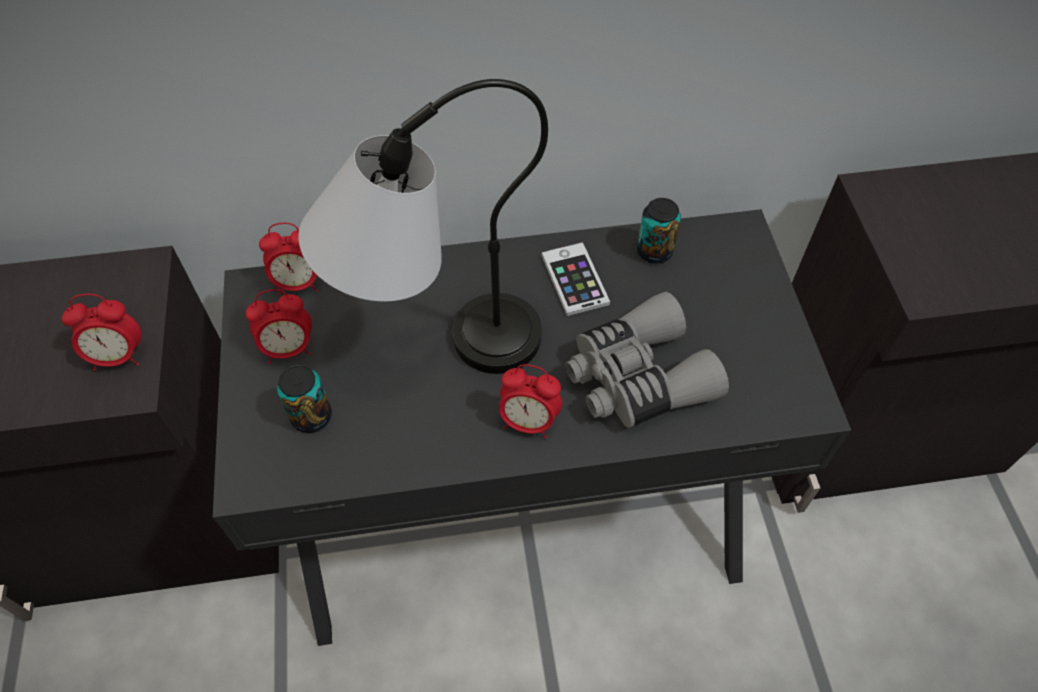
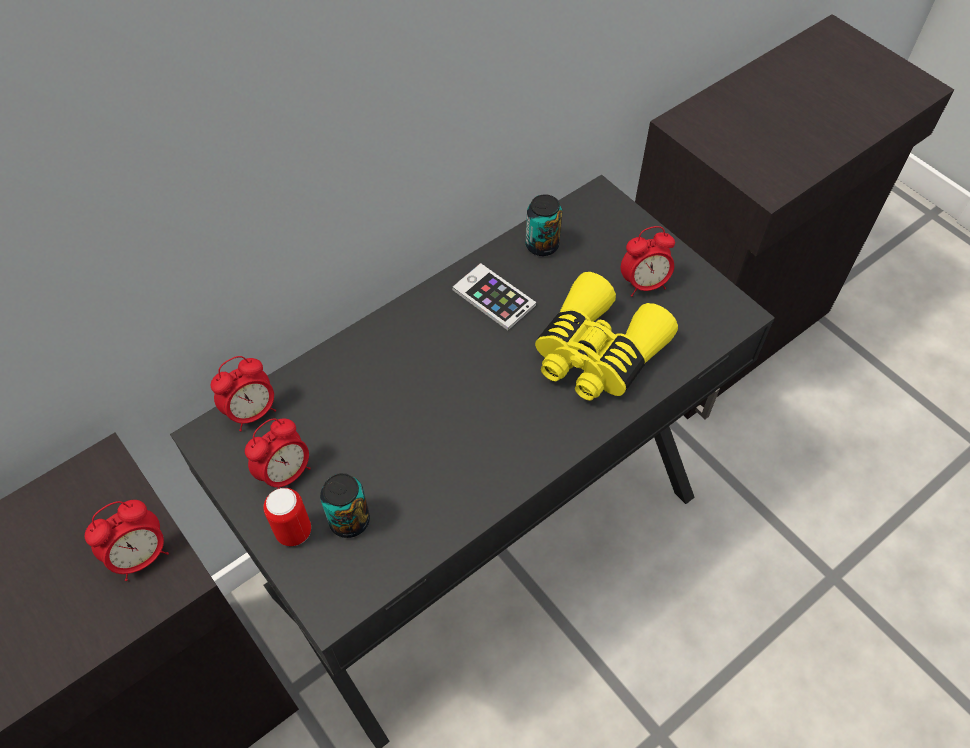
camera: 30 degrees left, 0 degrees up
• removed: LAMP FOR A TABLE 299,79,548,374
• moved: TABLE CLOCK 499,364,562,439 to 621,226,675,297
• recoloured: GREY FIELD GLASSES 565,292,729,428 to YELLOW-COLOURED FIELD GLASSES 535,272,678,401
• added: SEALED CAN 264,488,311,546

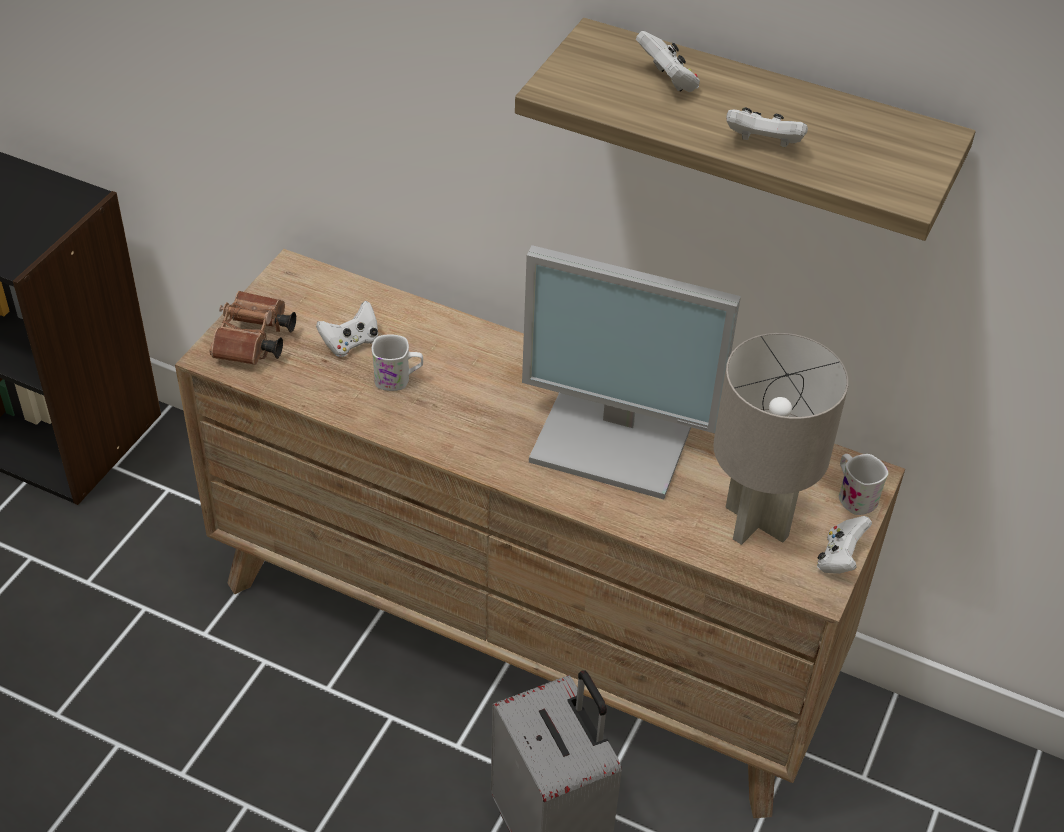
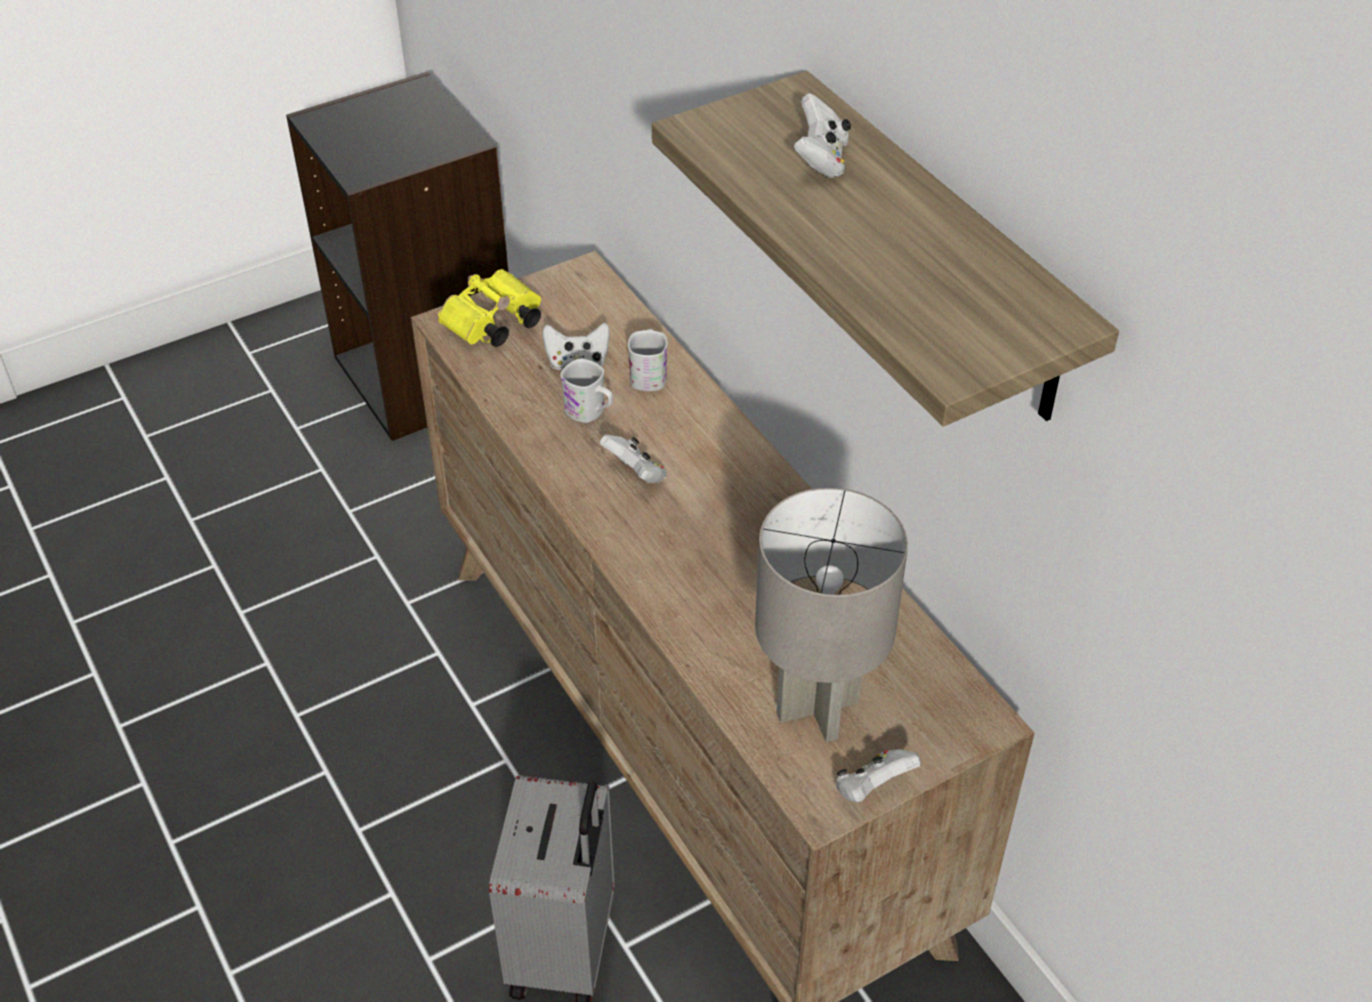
camera: 35 degrees right, 0 degrees up
• recoloured: BROWN FIELD GLASSES 209,291,296,365 to YELLOW-COLOURED FIELD GLASSES 438,269,541,347
• removed: MONITOR 522,245,741,499
• moved: WHITE GAME CONTROLLER 726,107,808,148 to 600,434,666,483
• moved: WHITE COFFEE MUG 839,454,888,515 to 628,329,668,391

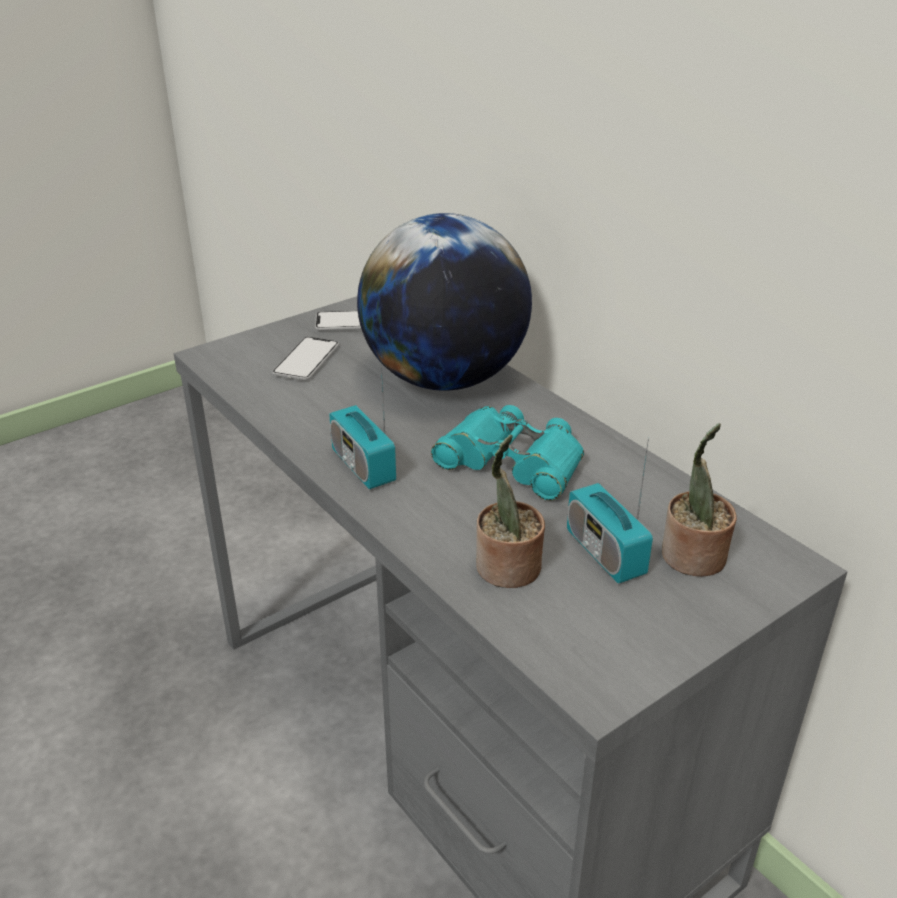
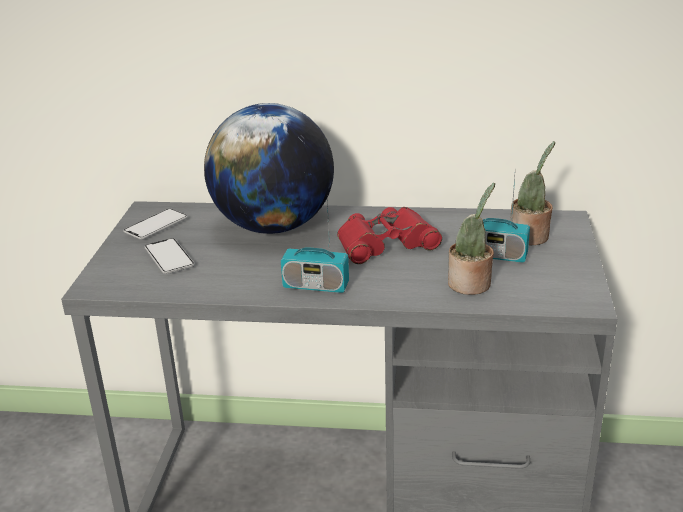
camera: 45 degrees left, 5 degrees down
• recoloured: BLUE-GREEN FIELD GLASSES 431,405,584,501 to REDDISH FIELD GLASSES 337,207,442,264

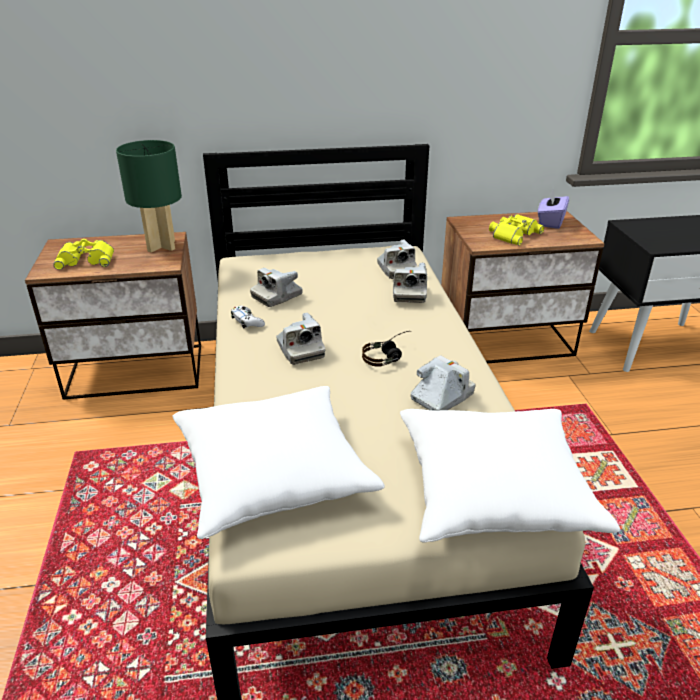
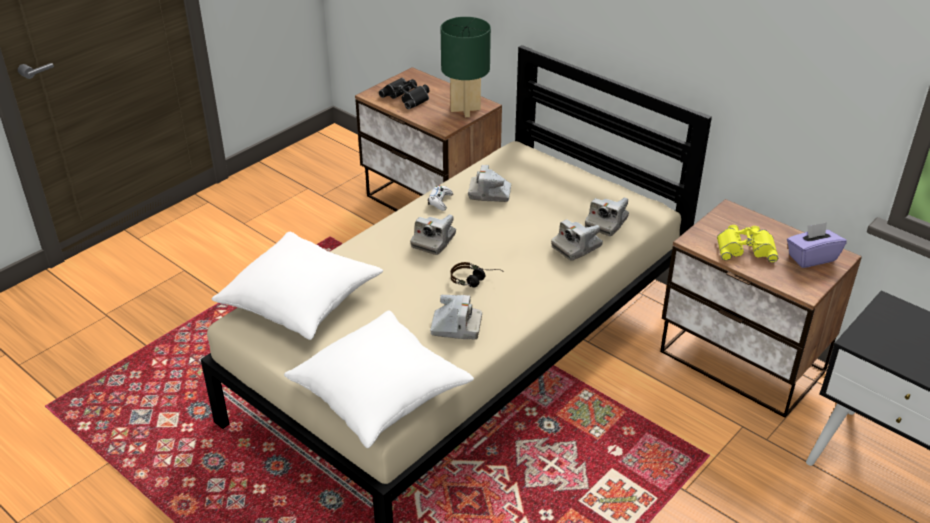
camera: 50 degrees right, 5 degrees up
• recoloured: YELLOW-COLOURED FIELD GLASSES 53,239,114,270 to BLACKISH FIELD GLASSES 379,78,429,110

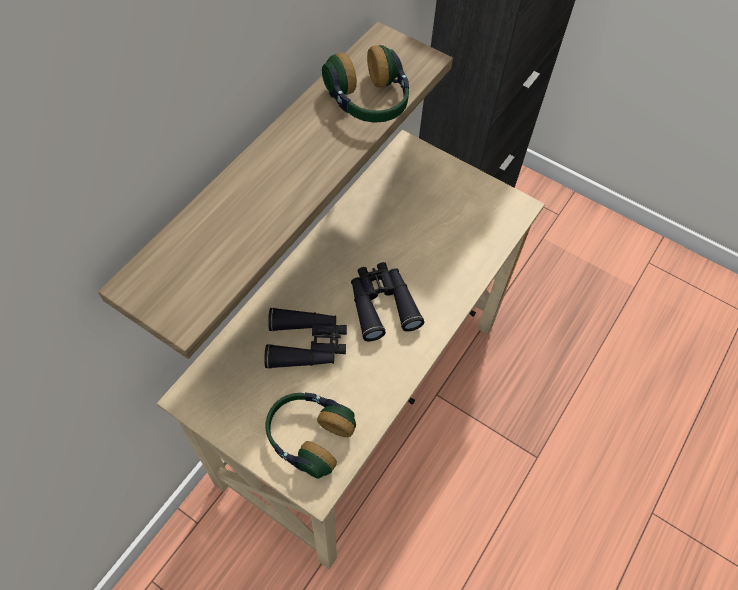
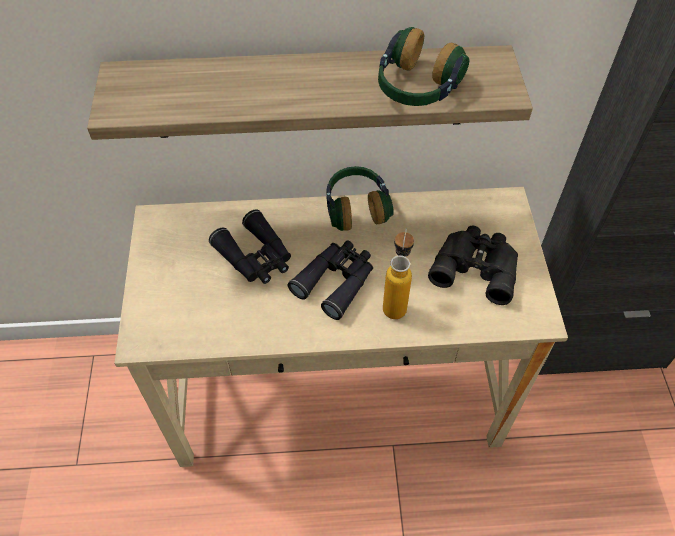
camera: 55 degrees right, 5 degrees down
• moved: HEADPHONES 265,392,356,479 to 326,166,394,231
• added: BOTTLE 383,228,414,319
• added: BLACKISH FIELD GLASSES 428,226,518,305

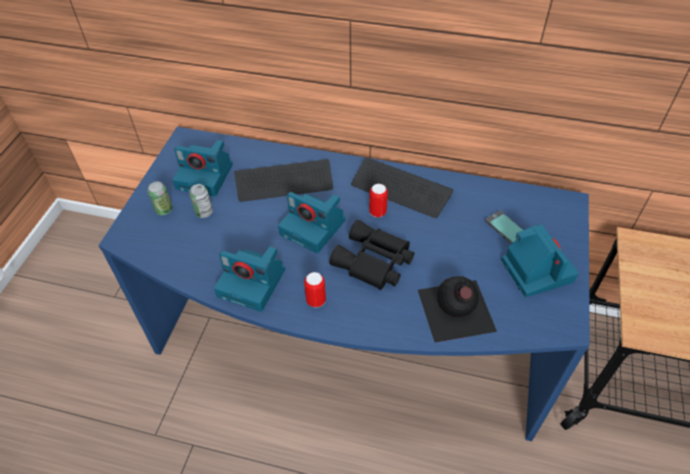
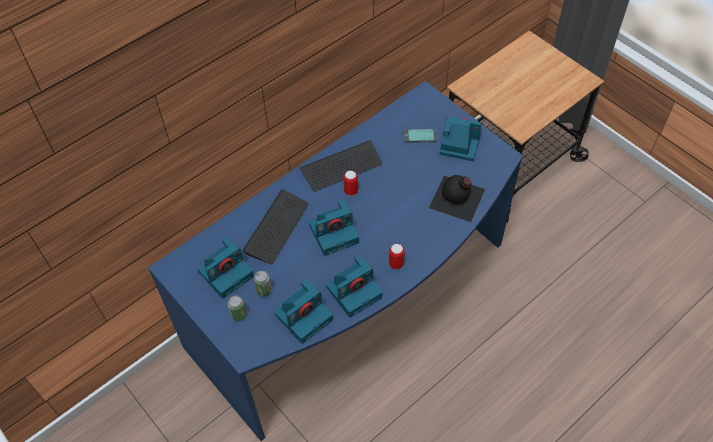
camera: 55 degrees left, 5 degrees up
• removed: BLACKISH FIELD GLASSES 329,220,414,290
• added: PHOTO CAMERA 274,279,333,344

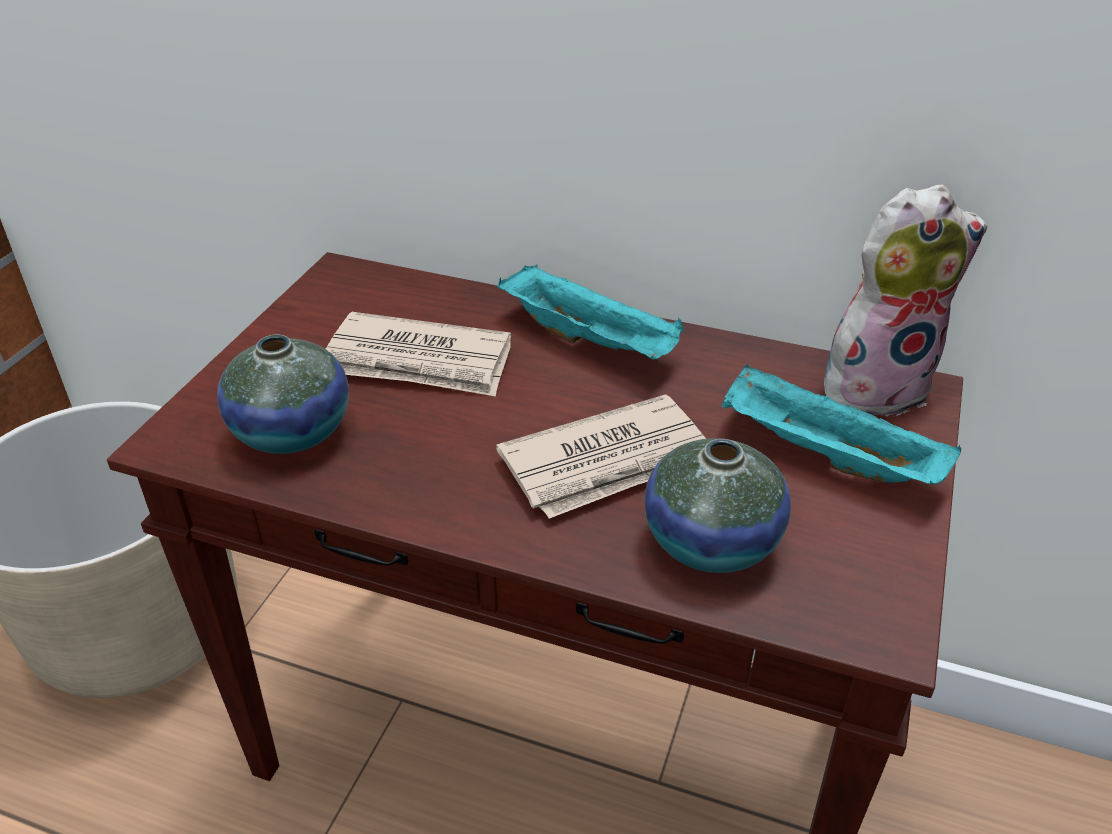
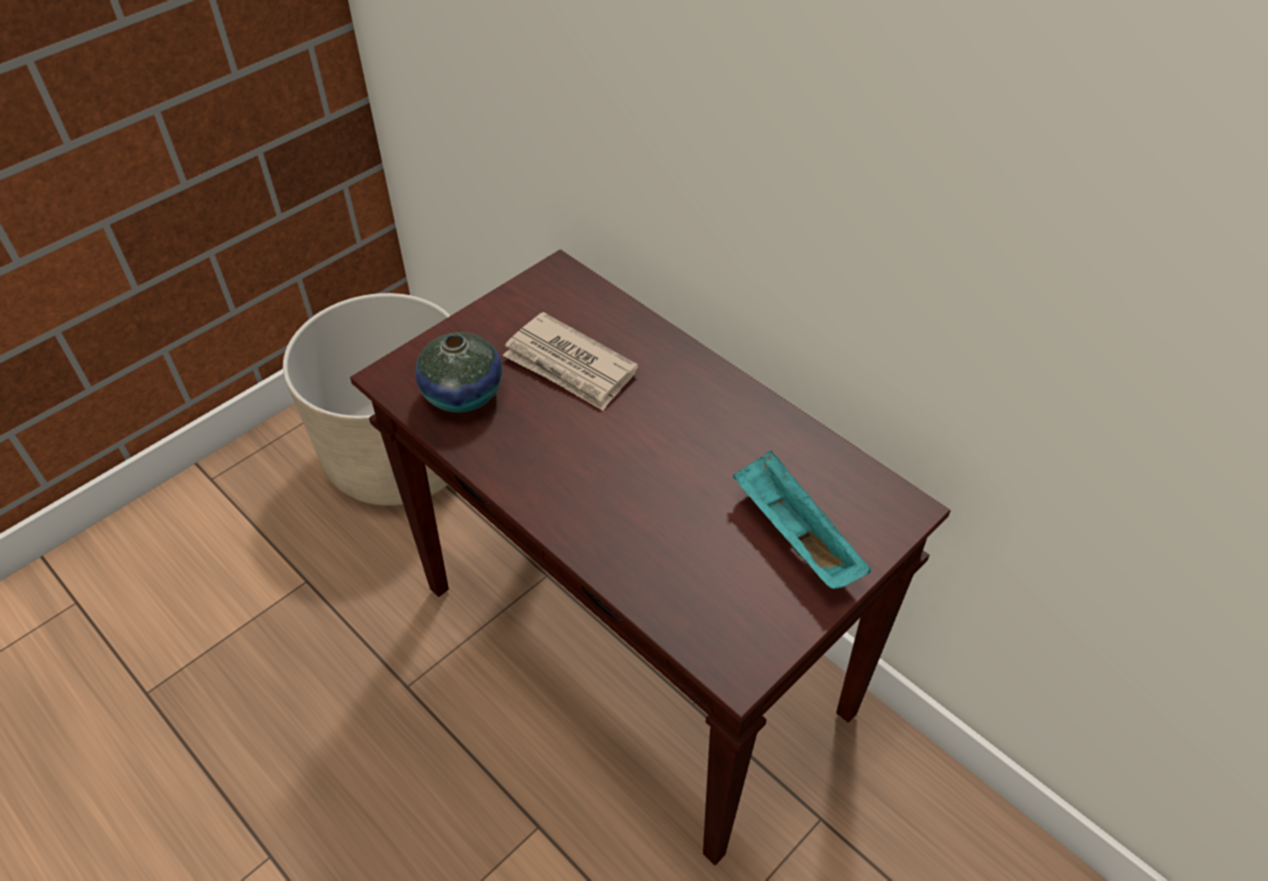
camera: 25 degrees right, 10 degrees up
• removed: NEWSPAPER 496,394,706,518
• removed: BLUE-GREEN CARRYING TRAY 497,264,684,359
• removed: FLOWER VASE 644,438,791,573
• removed: SOFT TOY 824,184,988,417

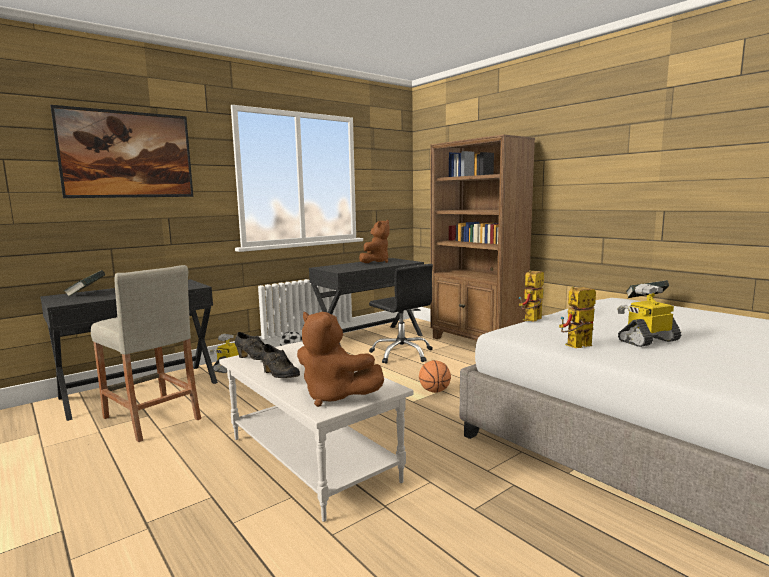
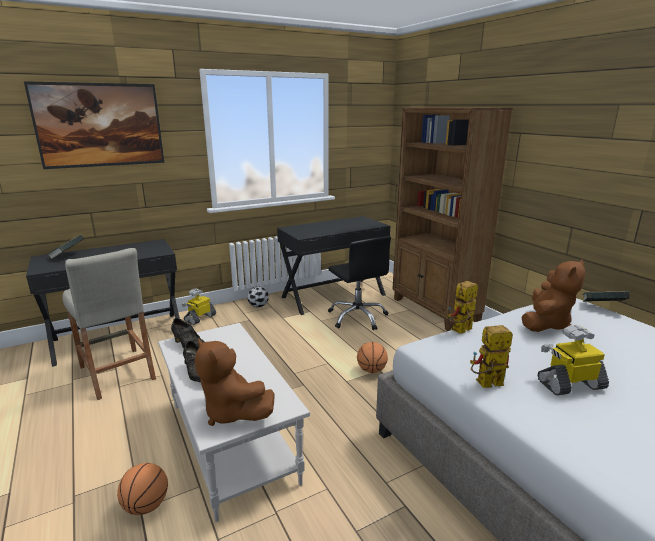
camera: 10 degrees right, 10 degrees up
• moved: BROWN SOFT TOY 359,220,390,263 to 521,260,586,332
• added: BASKETBALL BALL 117,463,168,515

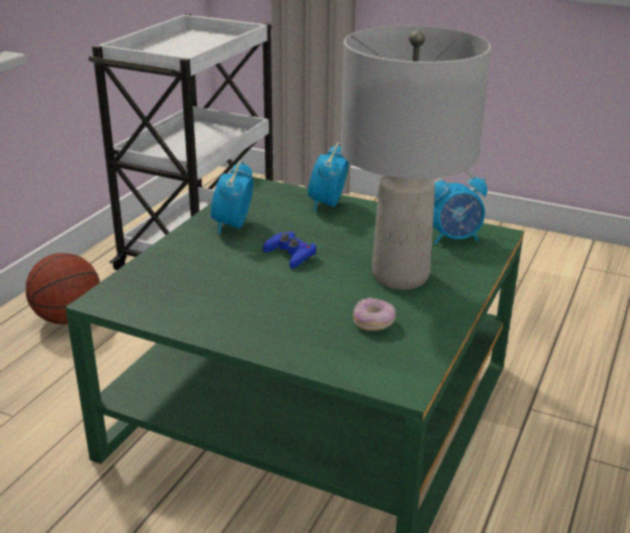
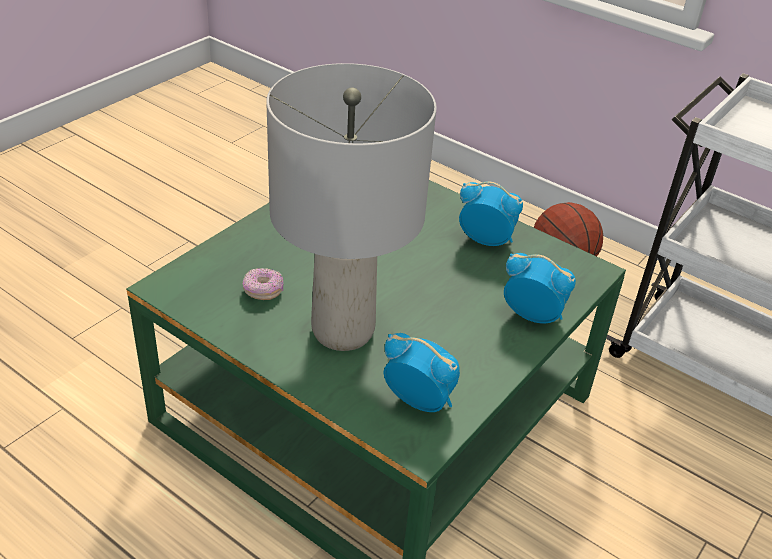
camera: 100 degrees right, 10 degrees up
• removed: BLUISH GAME CONTROLLER 263,231,317,269
• turned: TABLE CLOCK 433,171,487,245 = 384,333,460,412 120 degrees clockwise

